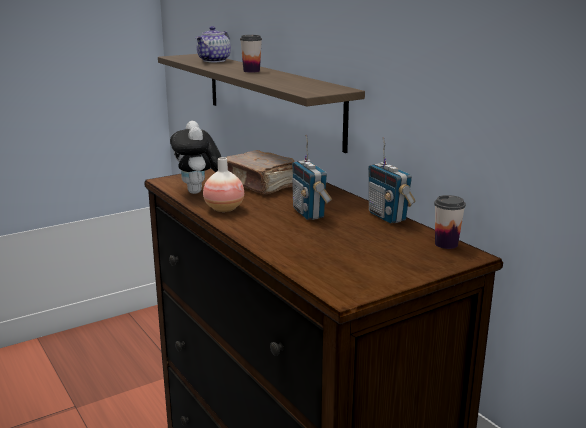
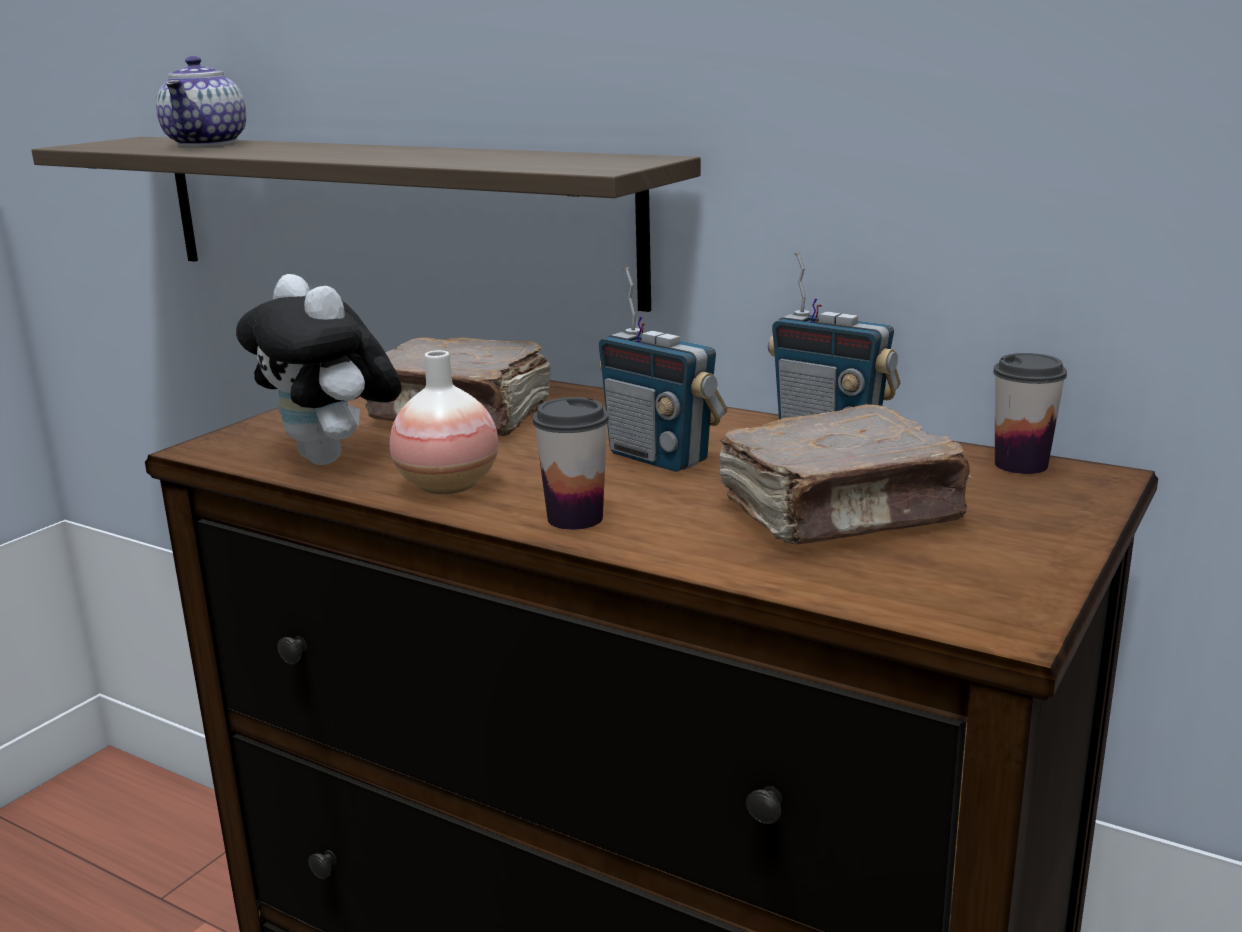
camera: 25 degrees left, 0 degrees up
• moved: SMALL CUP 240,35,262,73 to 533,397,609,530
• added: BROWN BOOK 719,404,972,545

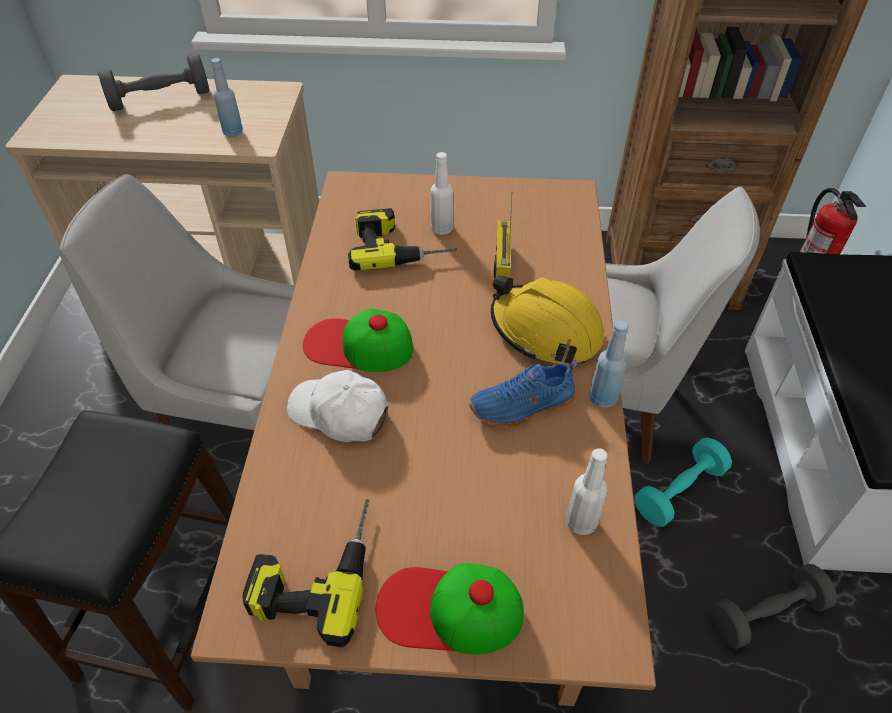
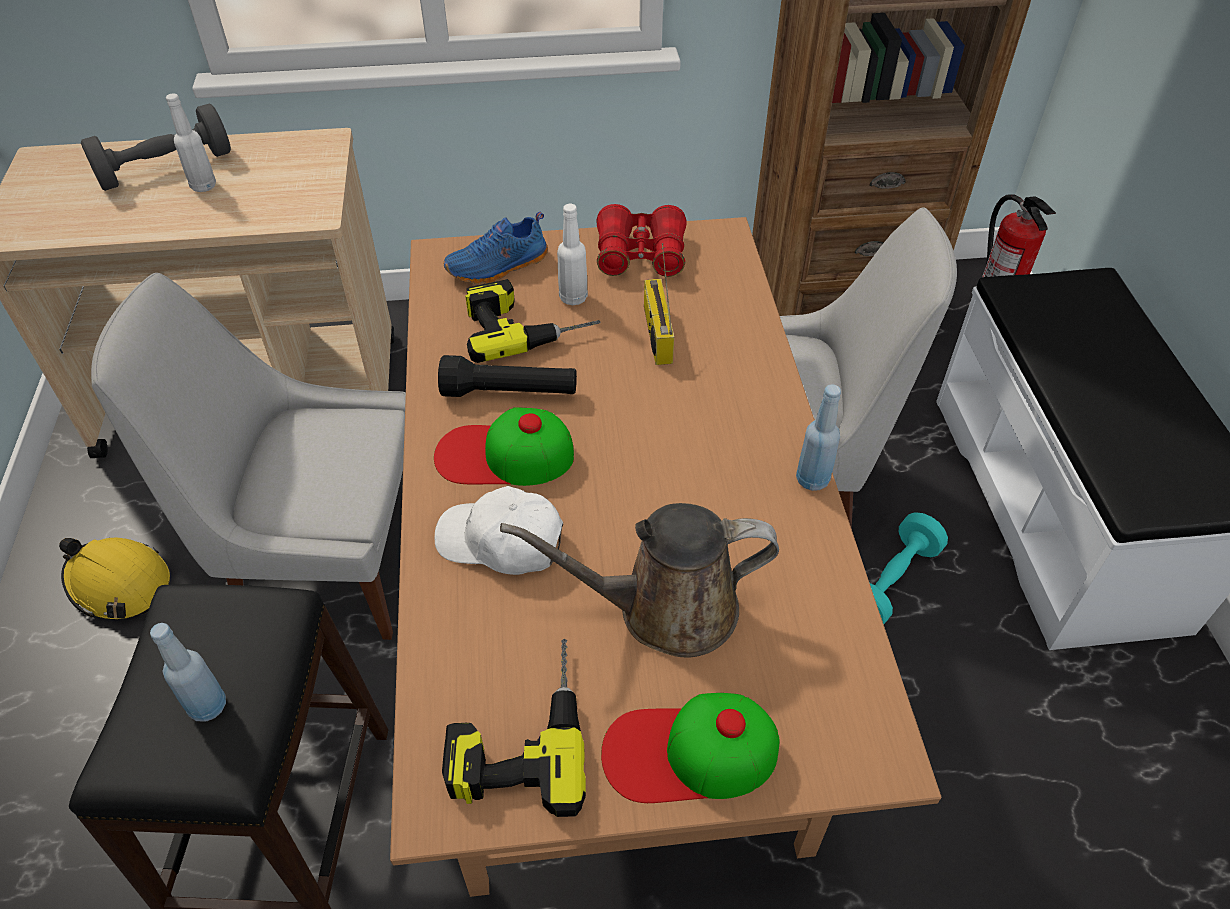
camera: 10 degrees left, 0 degrees up
• moved: BLUISH BOTTLE 211,58,243,137 to 150,623,226,722
• moved: BLUISH LOW SHOE 469,360,579,428 to 443,212,548,284
• moved: YELLOW-COLOURED SAFETY HELMET 491,276,604,364 to 59,538,170,619
• moved: WHITE BOTTLE 566,448,608,535 to 166,93,216,192
• removed: GREY DUMBBELL 711,564,837,649
• added: BLACKISH FLASHLIGHT 438,355,577,397
• added: BROWN WATERING CAN 500,503,779,657
• added: REDDISH FIELD GLASSES 596,204,687,277

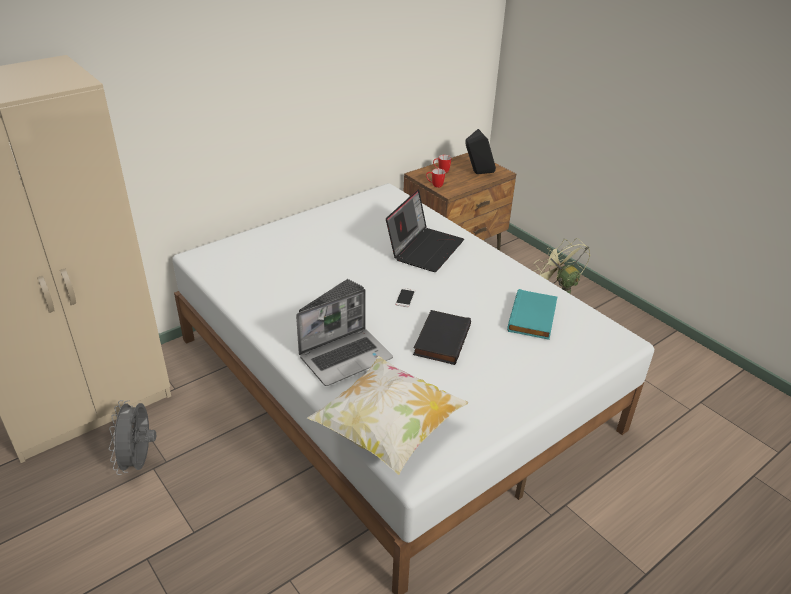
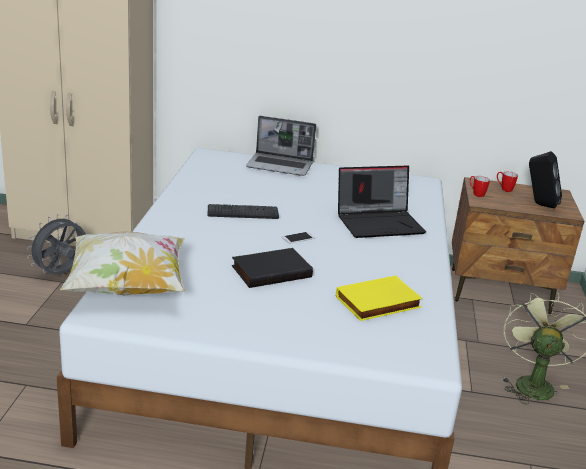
camera: 45 degrees right, 10 degrees down
• moved: PORTABLE COMPUTER 296,289,393,386 to 246,116,316,176
• recoloured: BLUE-GREEN BOOK 507,289,557,340 to YELLOW-COLOURED BOOK 336,276,423,321

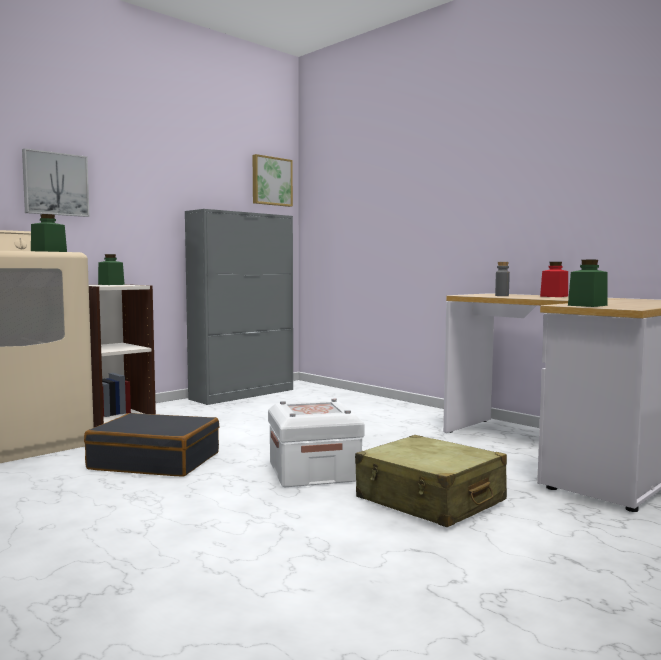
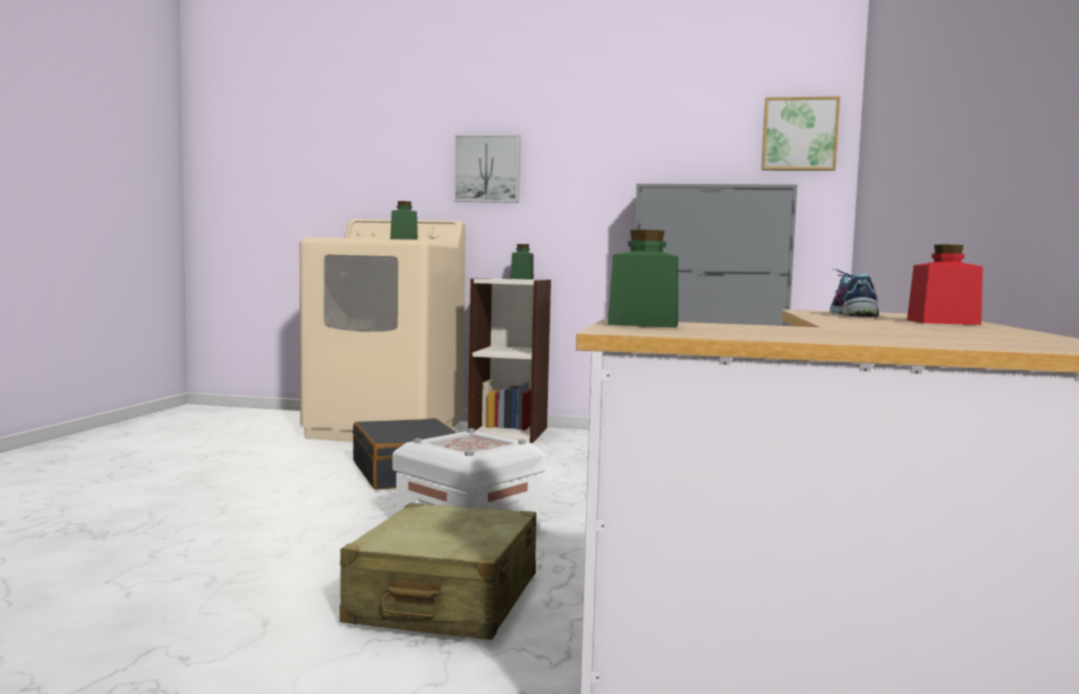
camera: 55 degrees right, 0 degrees up
• replaced: GREY BOTTLE 495,262,510,296 to LOW SHOE 830,269,879,317

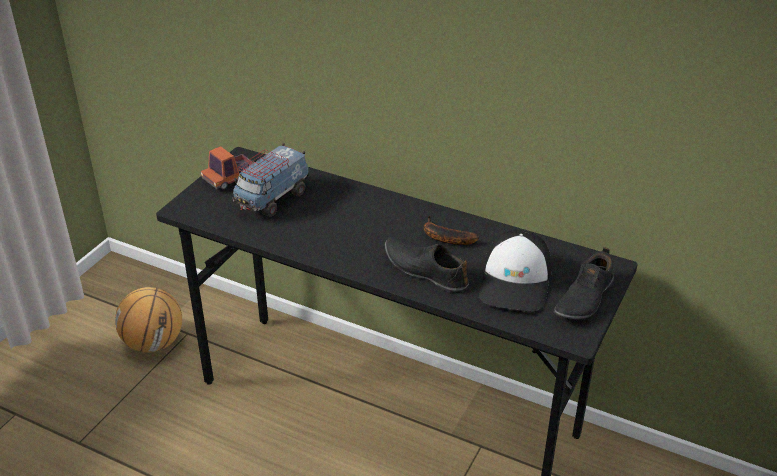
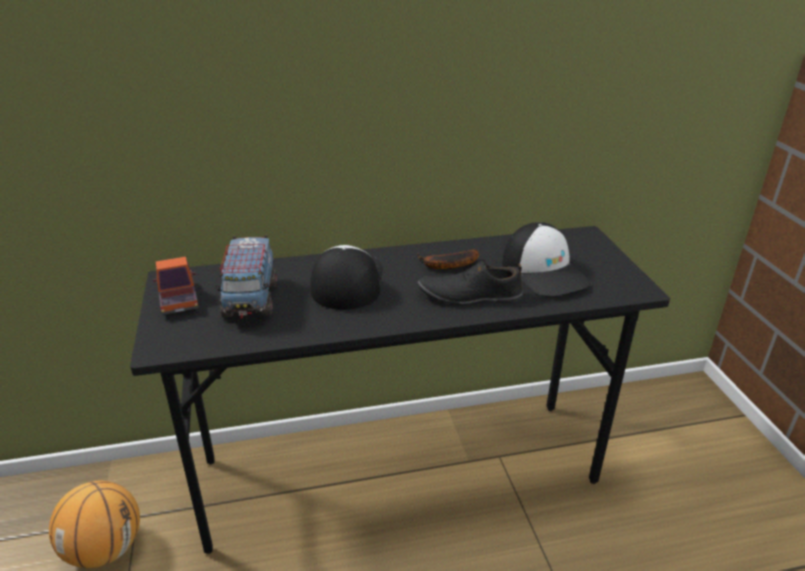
camera: 40 degrees left, 5 degrees down
• turned: MODEL TRUCK 201,146,254,190 = 153,257,199,315 150 degrees clockwise
• removed: BLACKISH LOW SHOE 553,247,614,321
• added: CAP 310,245,383,310

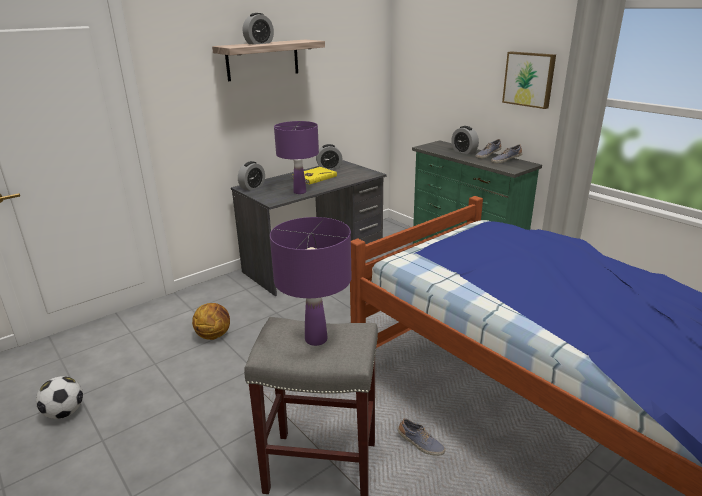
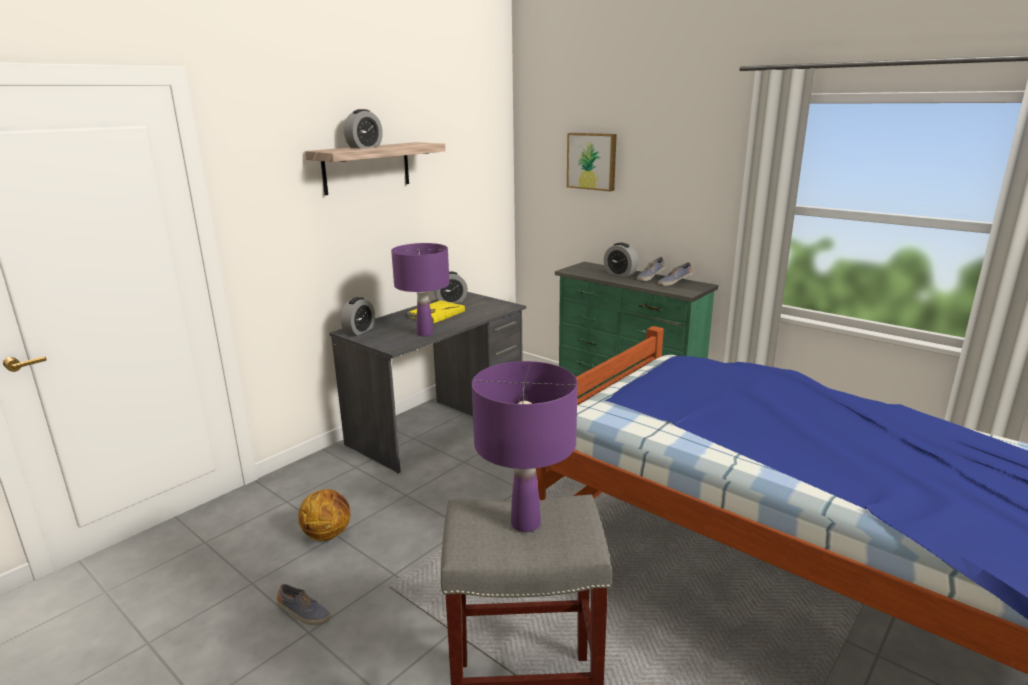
camera: 10 degrees left, 5 degrees down
• removed: FOOTBALL 36,376,83,419
• moved: LOW SHOE 398,418,446,456 to 276,584,331,625
• moved: PICTURE 502,51,556,109 to 567,133,617,191

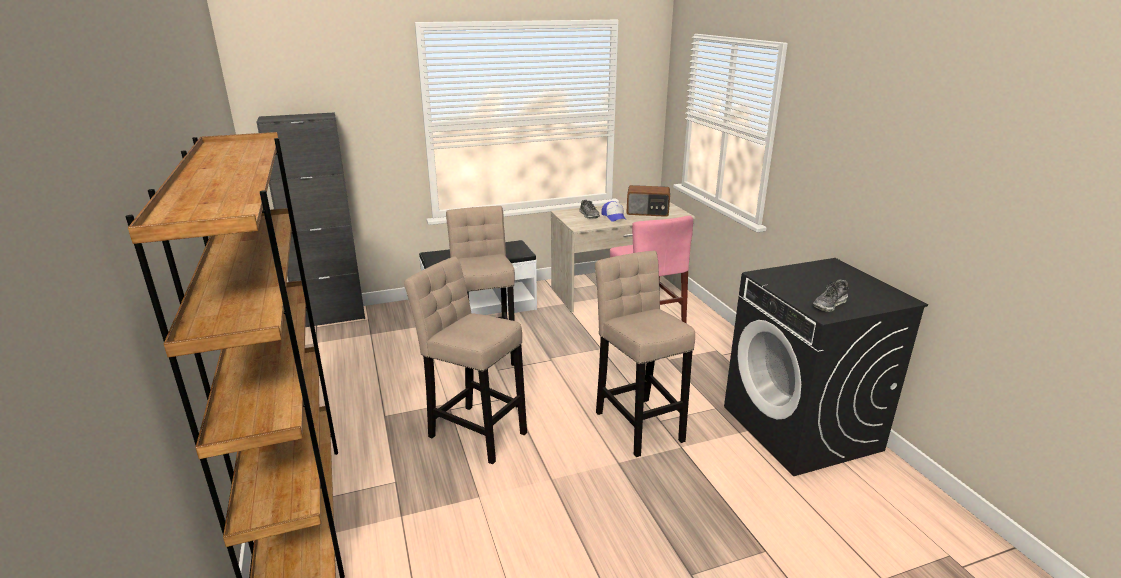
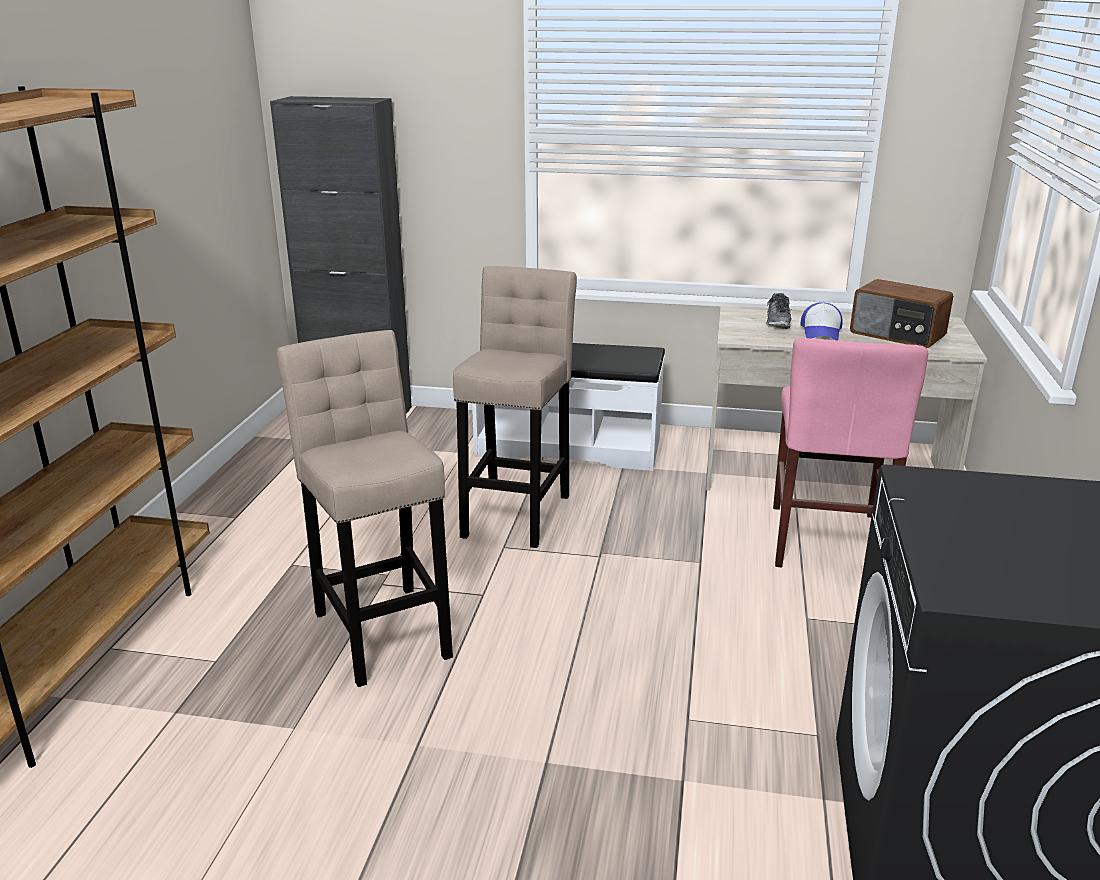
camera: 30 degrees right, 0 degrees up
• removed: BEIGE-COLOURED STOOL SEAT 595,251,695,457
• removed: LOW SHOE 813,279,848,312

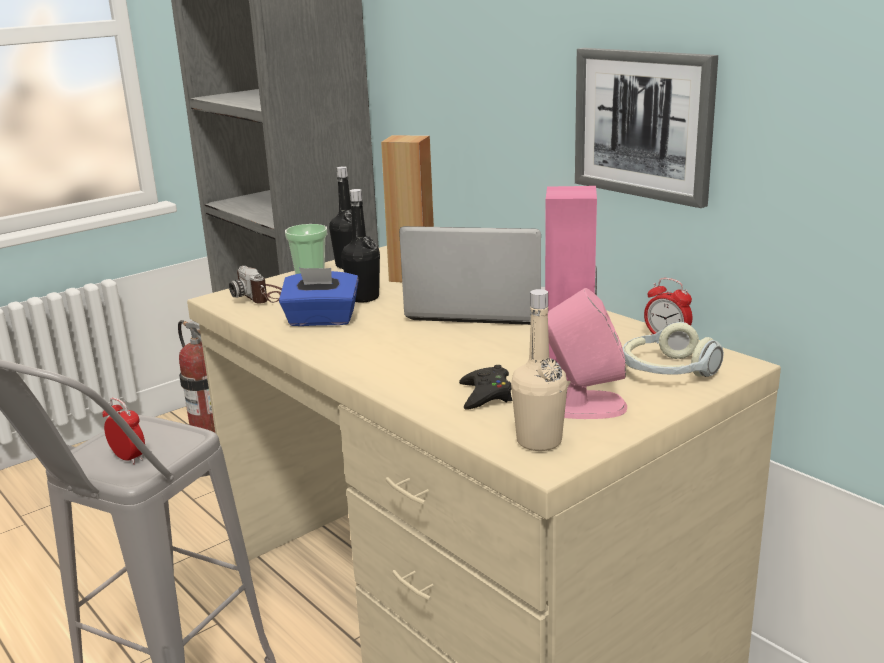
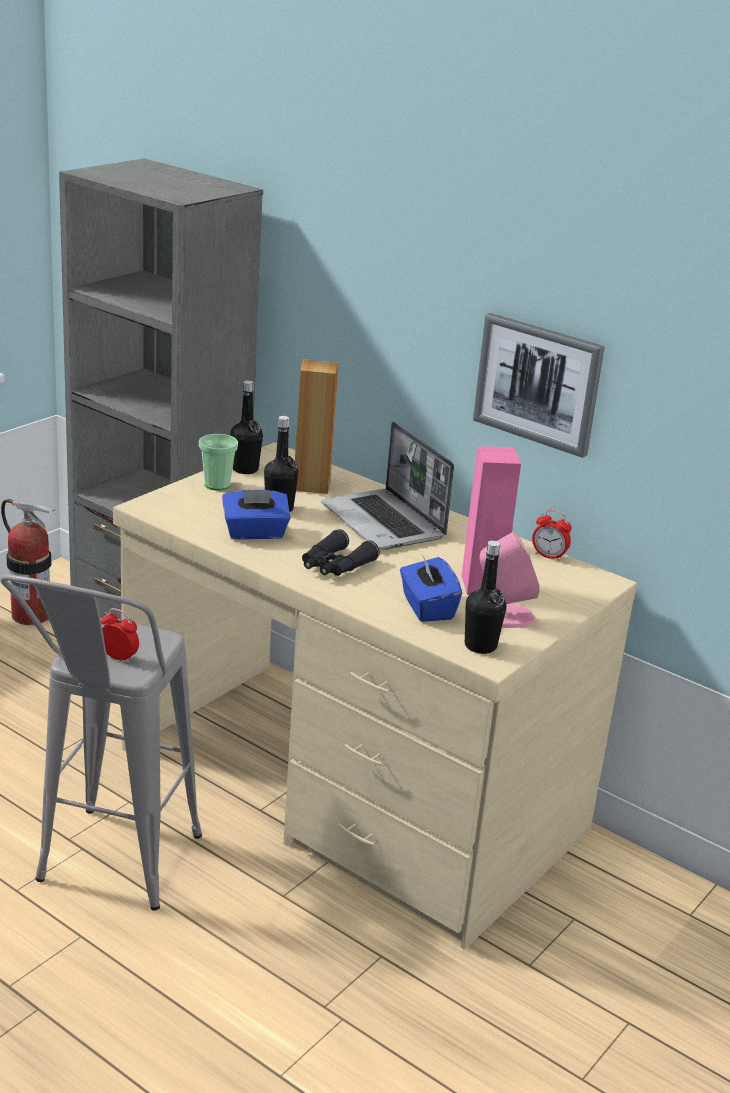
camera: 15 degrees left, 5 degrees up
• removed: PHOTO CAMERA 229,266,282,303
• turned: PORTABLE COMPUTER 399,226,545,325 = 321,422,454,550 120 degrees counterclockwise
• replaced: BLACKISH GAME CONTROLLER 459,365,512,410 to BLUISH TISSUE BOX 400,556,462,622
• recoloured: BEIGE-COLOURED BOTTLE 511,289,568,451 to BLACKISH BOTTLE 465,540,506,654
• removed: HEADPHONES 623,322,724,377
• added: BLACKISH FIELD GLASSES 302,529,380,576

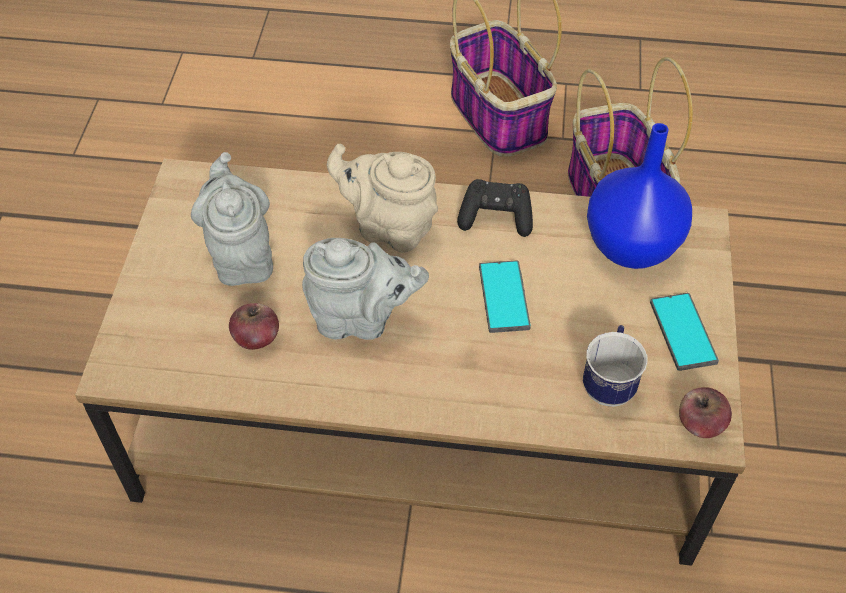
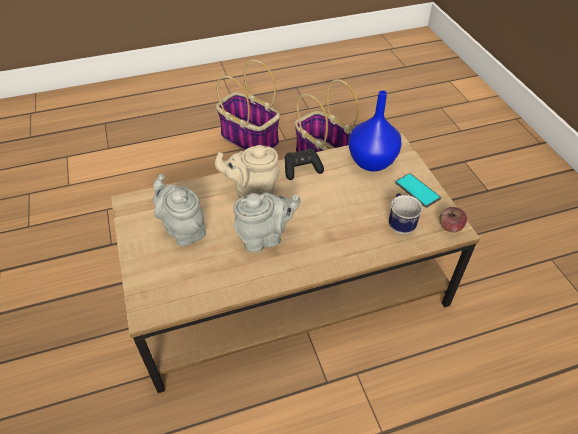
camera: 25 degrees left, 5 degrees down
• removed: WHOLE APPLE 229,303,279,350
• removed: PHONE 479,260,531,333

